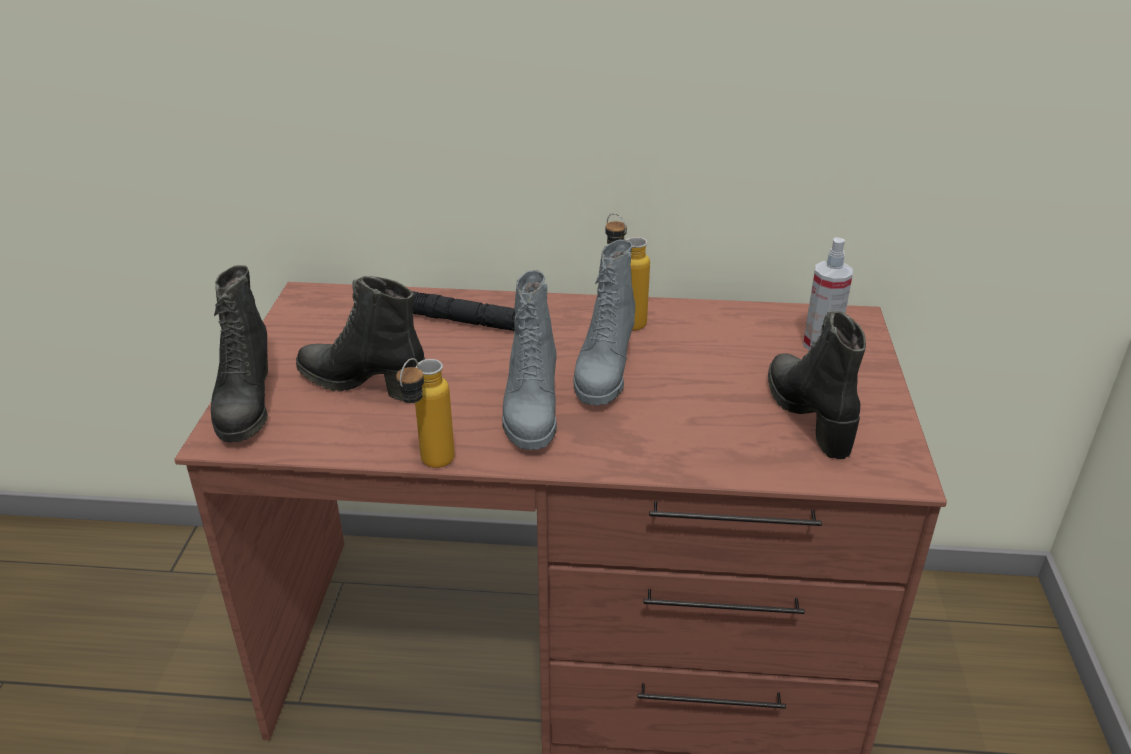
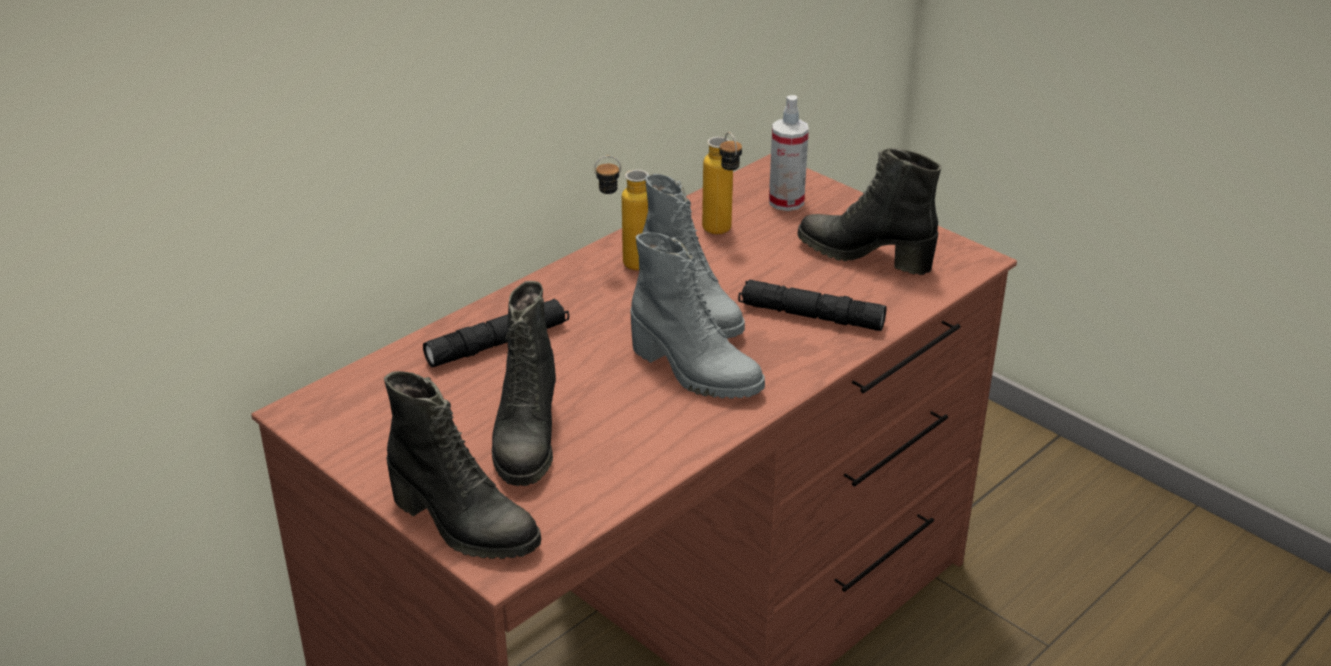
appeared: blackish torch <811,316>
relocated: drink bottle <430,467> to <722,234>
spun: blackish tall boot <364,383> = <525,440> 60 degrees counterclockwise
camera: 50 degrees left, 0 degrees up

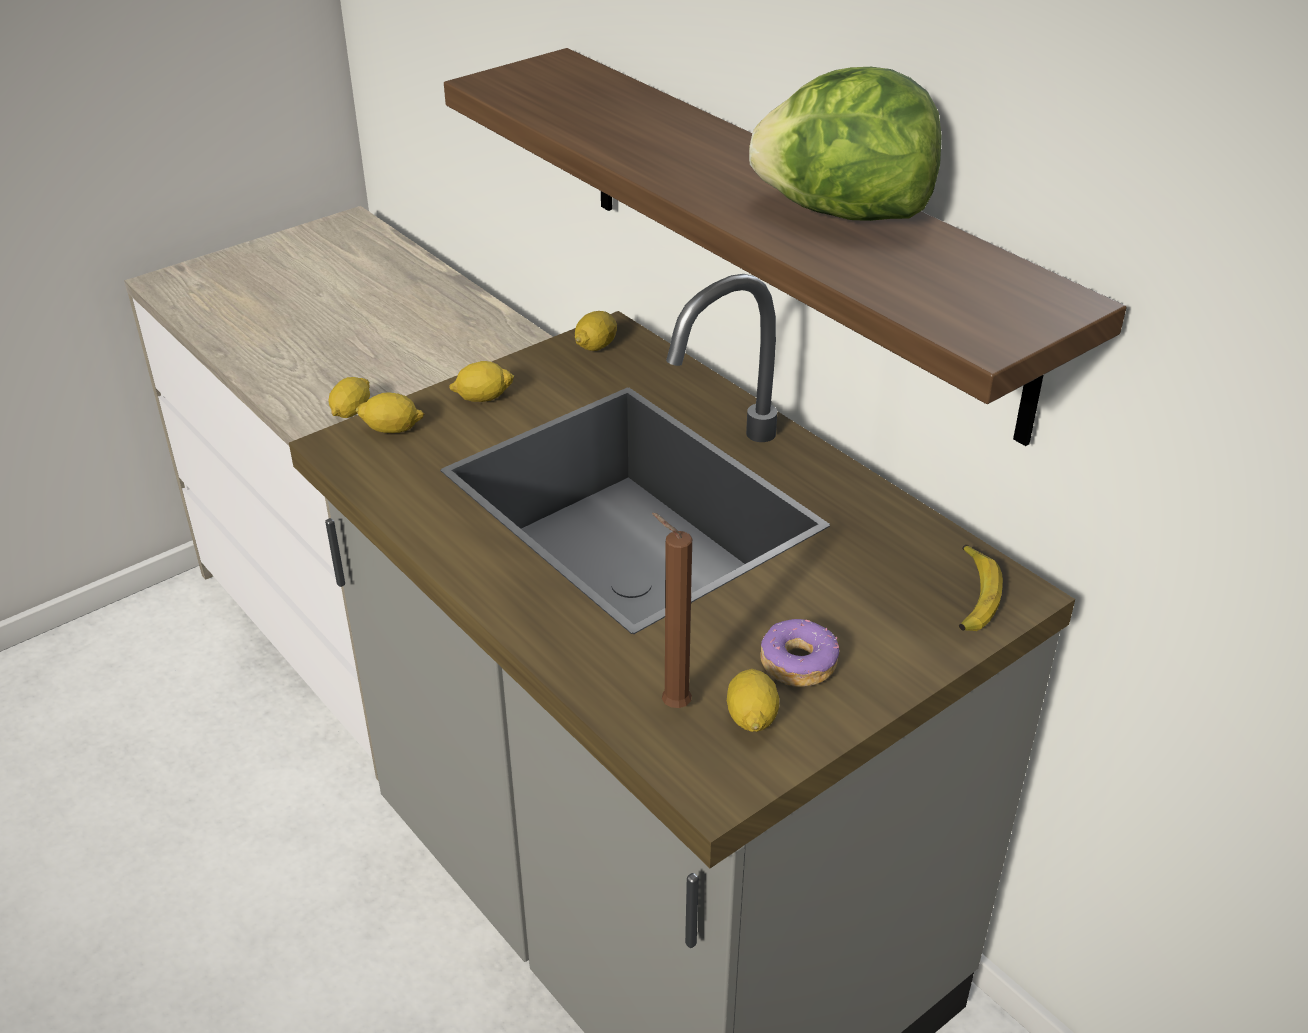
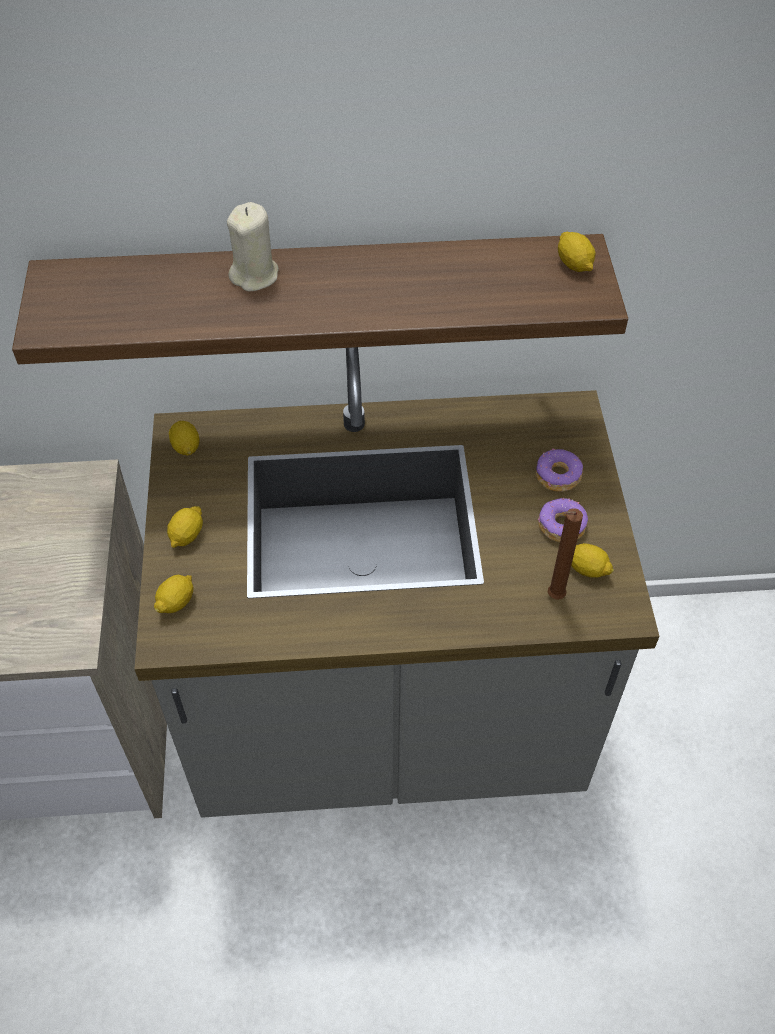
missing: lettuce head <844,213>; banana fruit <973,597>
appeared: beige candle <255,275>; doughnut <557,476>
relocated: whole lemon <351,411> to <574,264>
camera: 55 degrees left, 15 degrees up

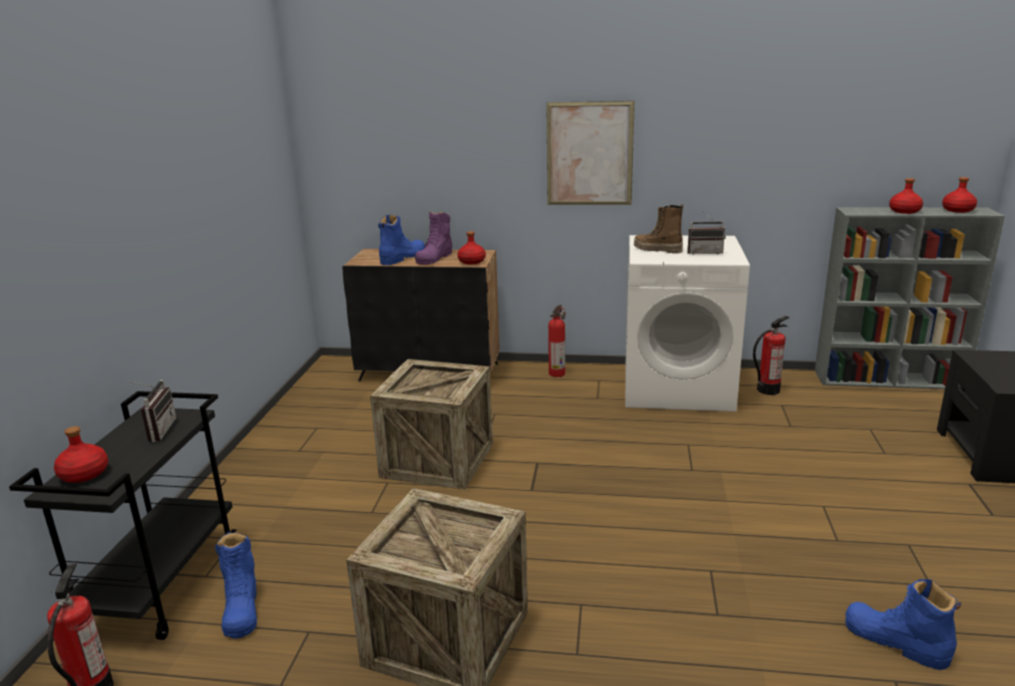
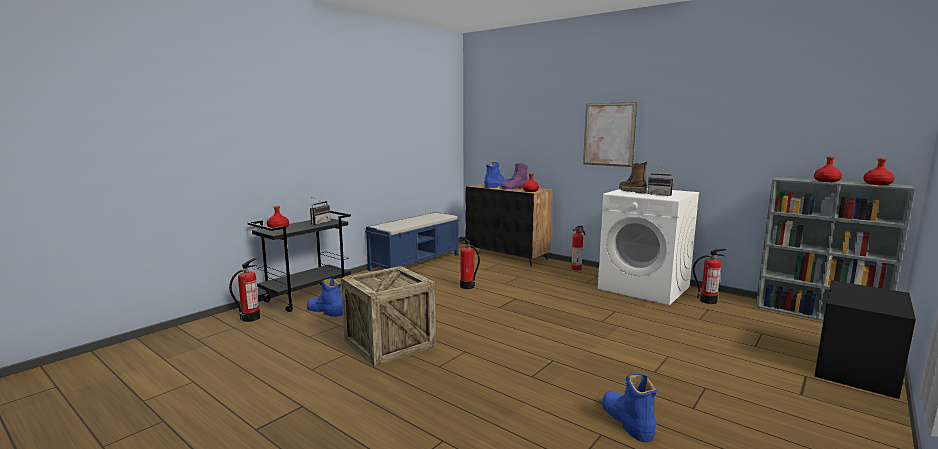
appeared: blue-coloured indoor bench <416,262>
exchanged: shipping crate <437,460> to fire extinguisher <467,286>
spun: blue-coloured tall boot <241,608> = <325,311> 105 degrees clockwise
camera: 30 degrees right, 10 degrees down

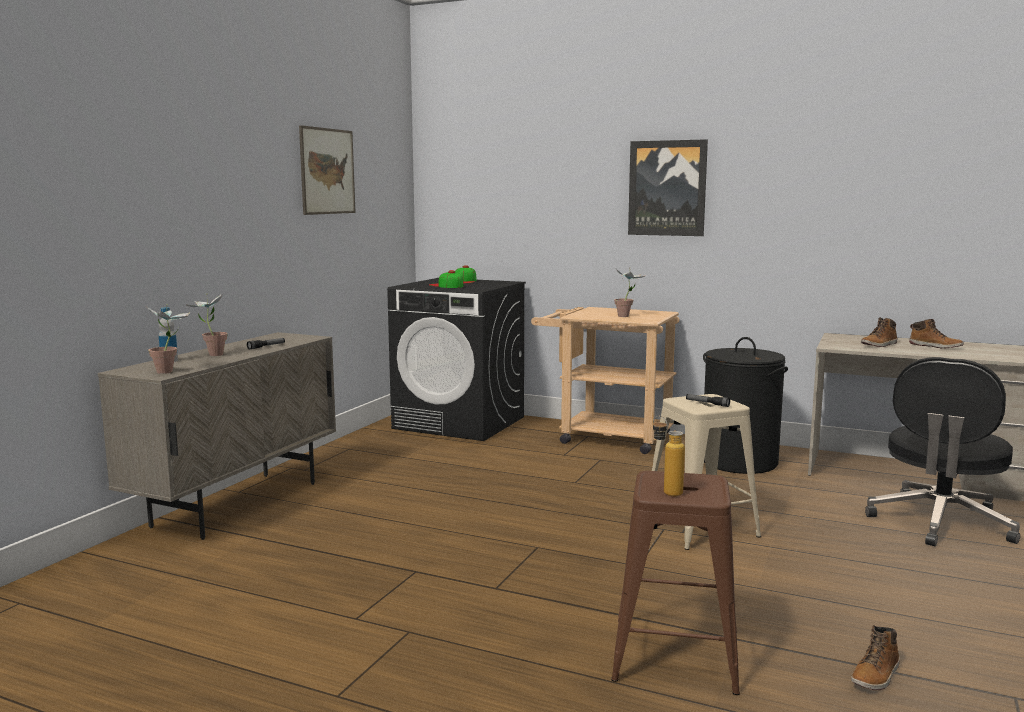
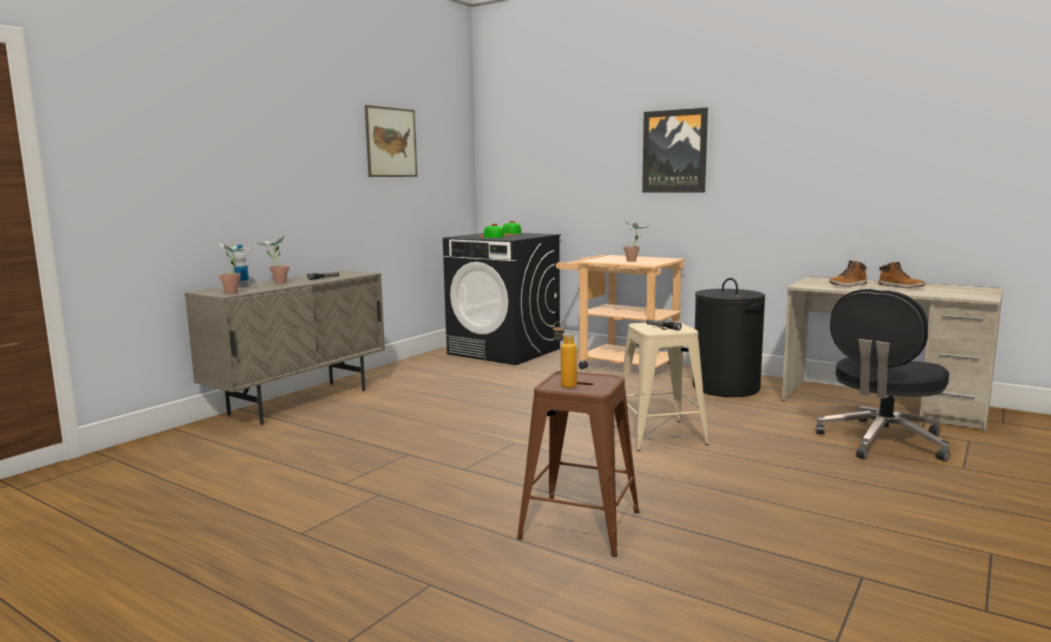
missing: tall boot <876,675>
camera: 10 degrees right, 0 degrees up

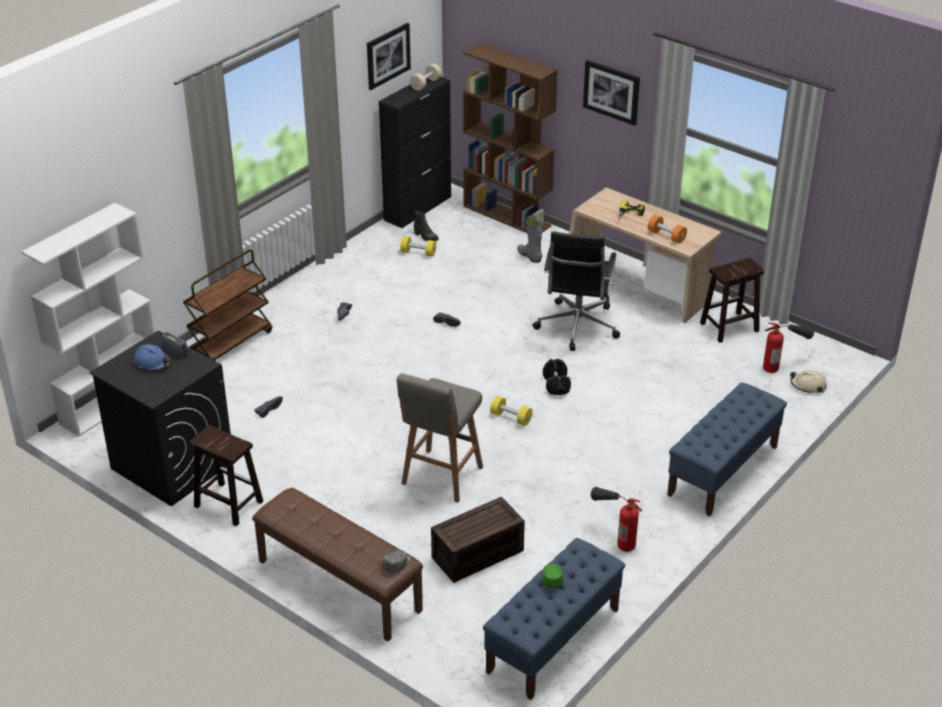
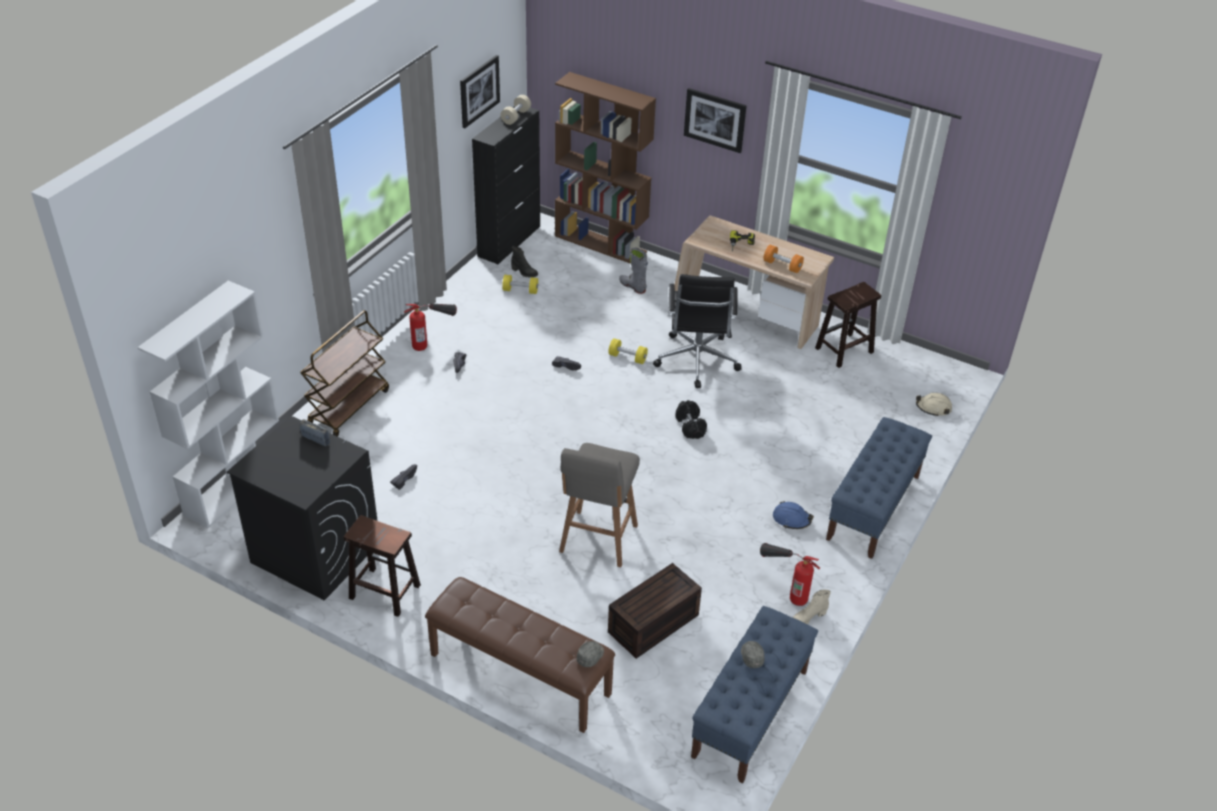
appeared: beige tall boot <808,617>
relocated: fire extinguisher <783,364> to <432,341>; yellowish hand weight <511,417> to <627,357>; blue-coloured hard hat <152,363> to <791,519>
colour: greenish cap <552,579> to gray cap <751,656>
camera: 10 degrees left, 5 degrees up

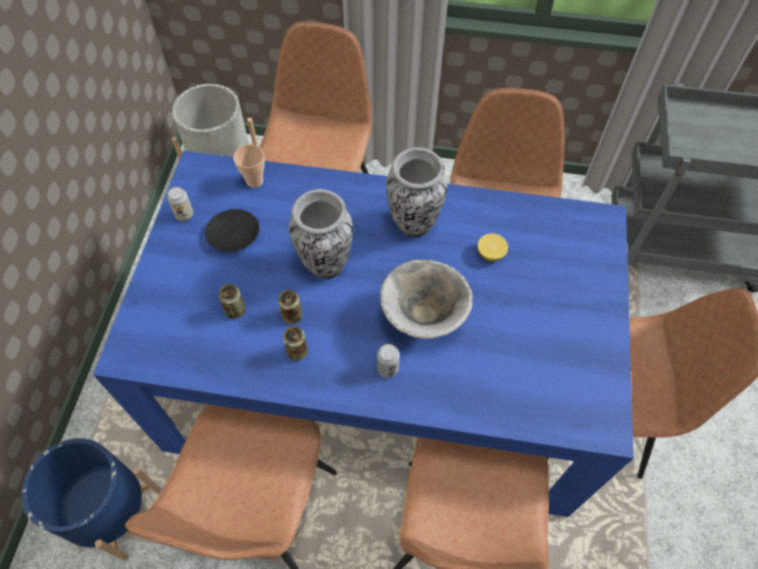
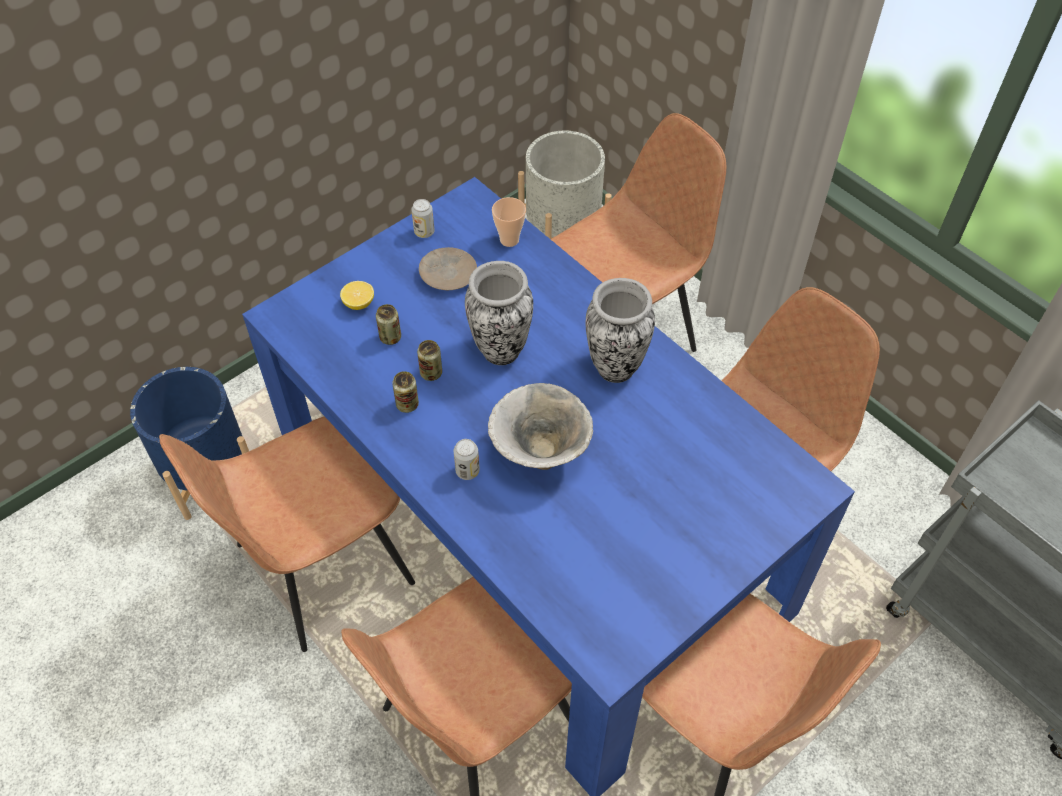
relocated: whole lemon <490,253> to <359,303>
colour: blackish flat dish <233,234> to beige flat dish <448,274>
camera: 40 degrees right, 5 degrees down

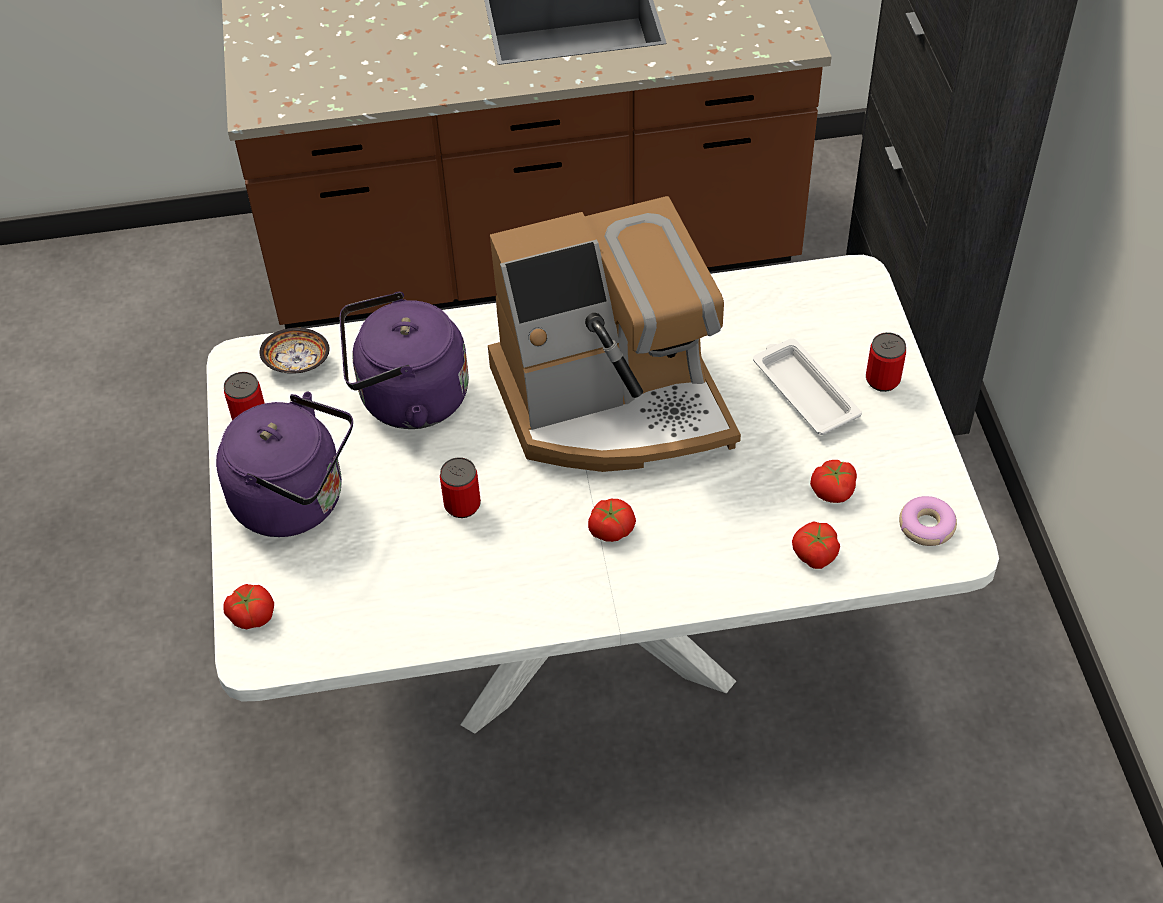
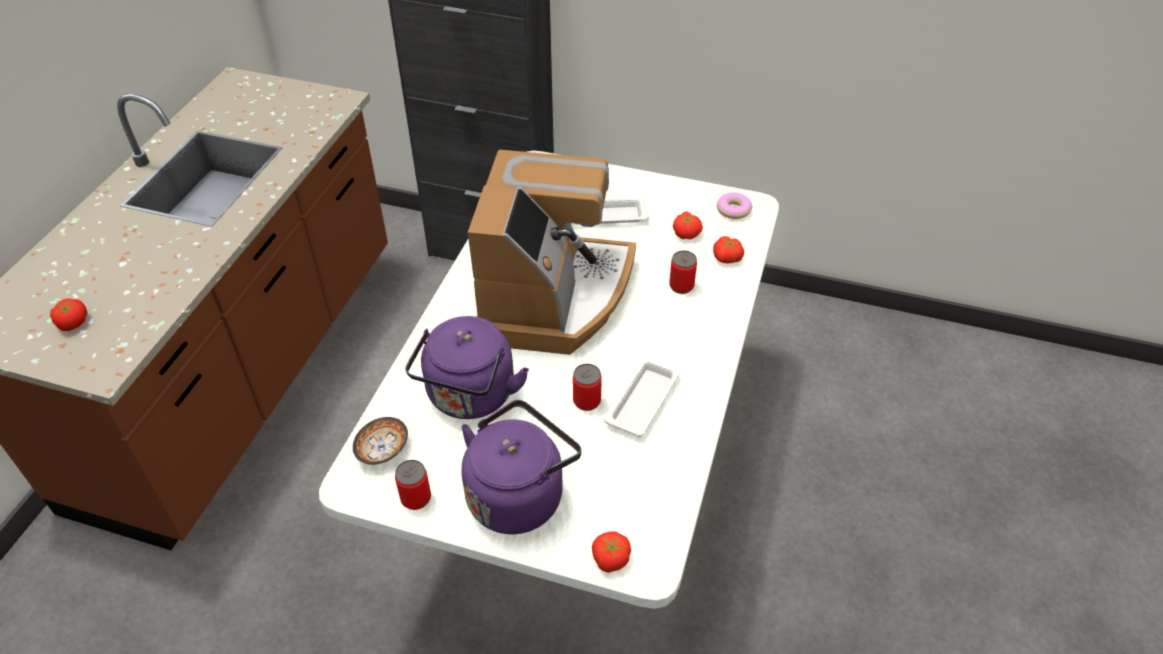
appeared: white-coloured tray <643,399>
relocated: whole tomato <610,528> to <72,322>; sealed can <882,380> to <681,286>
camera: 65 degrees left, 5 degrees down

